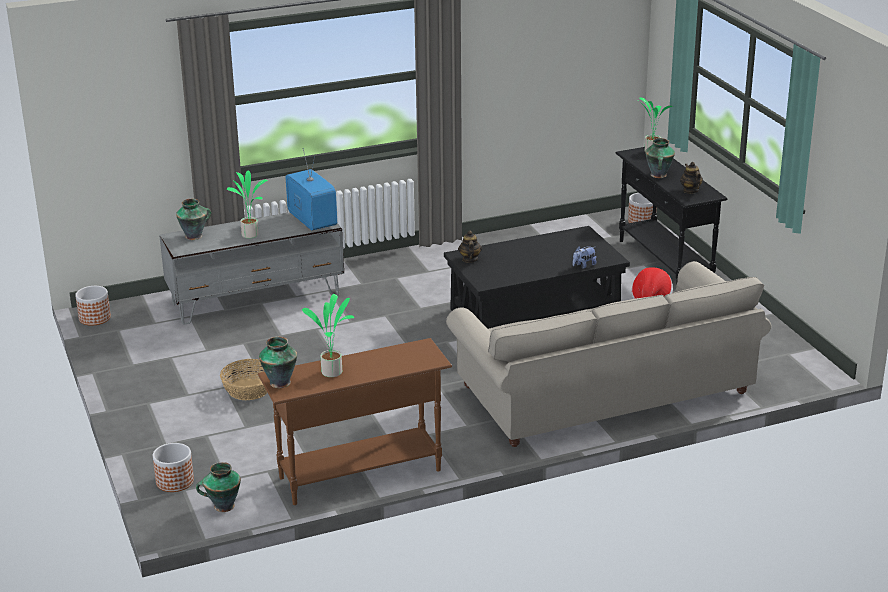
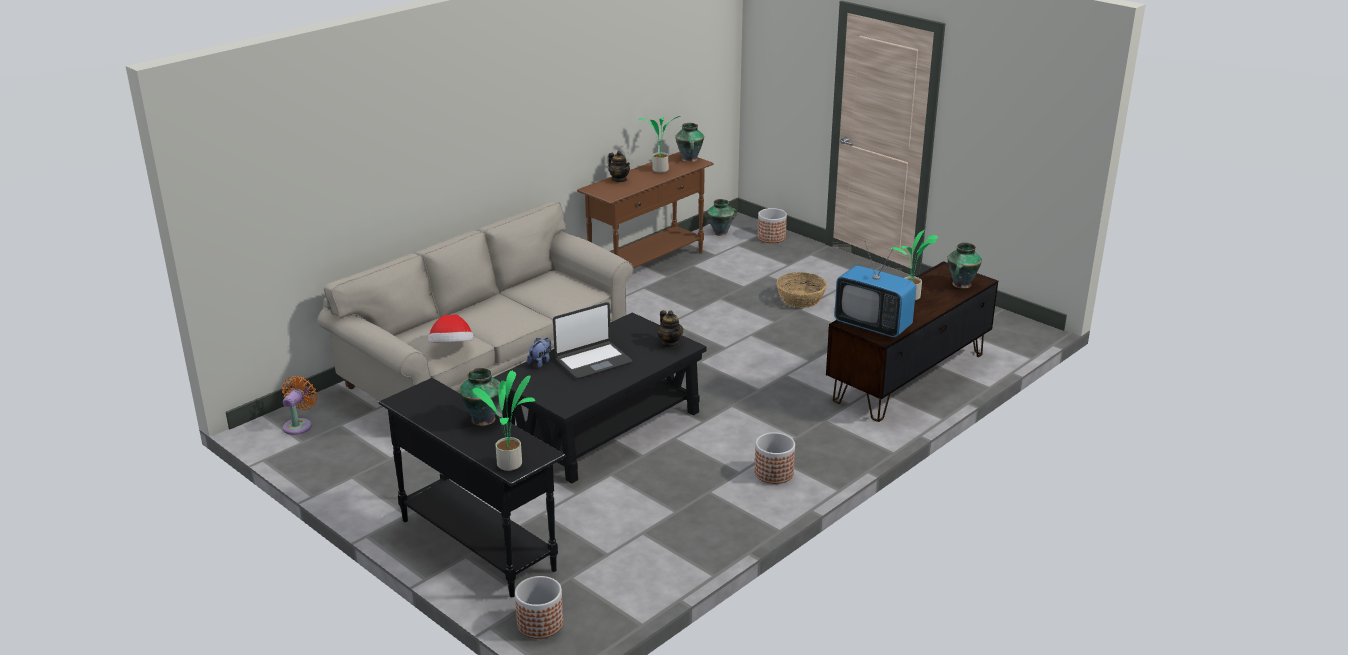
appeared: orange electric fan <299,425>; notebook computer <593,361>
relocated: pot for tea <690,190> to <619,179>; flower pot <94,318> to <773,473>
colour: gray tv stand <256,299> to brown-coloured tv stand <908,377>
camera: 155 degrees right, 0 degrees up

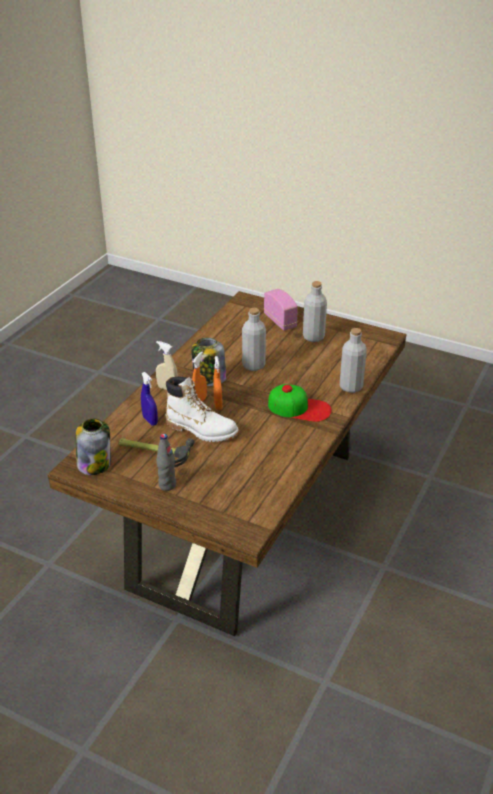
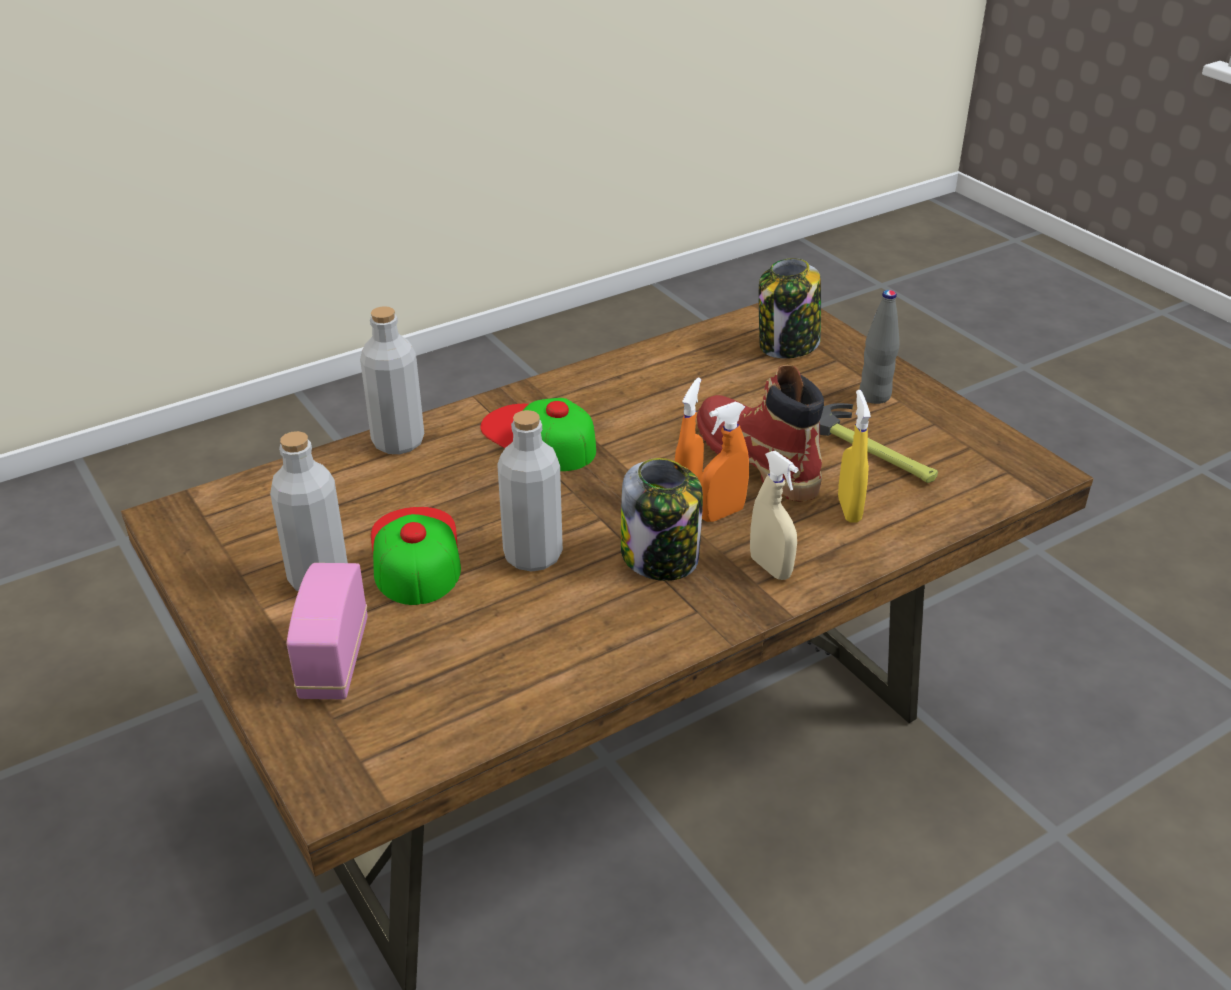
appeared: cap <415,554>
relocated: storage jar <94,464> to <788,345>
colour: white-coloured tall boot <201,429> to red tall boot <756,460>; blue-coloured spray bottle <150,420> to yellowish spray bottle <849,509>
camera: 150 degrees left, 0 degrees up

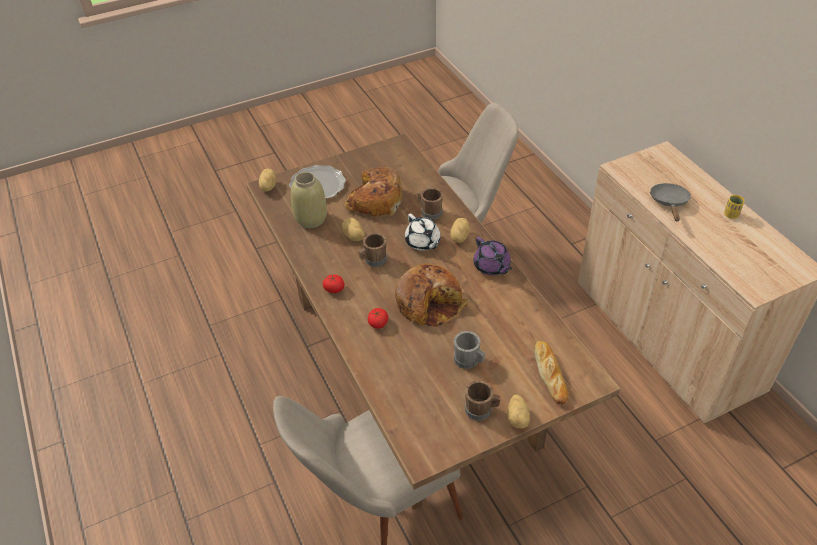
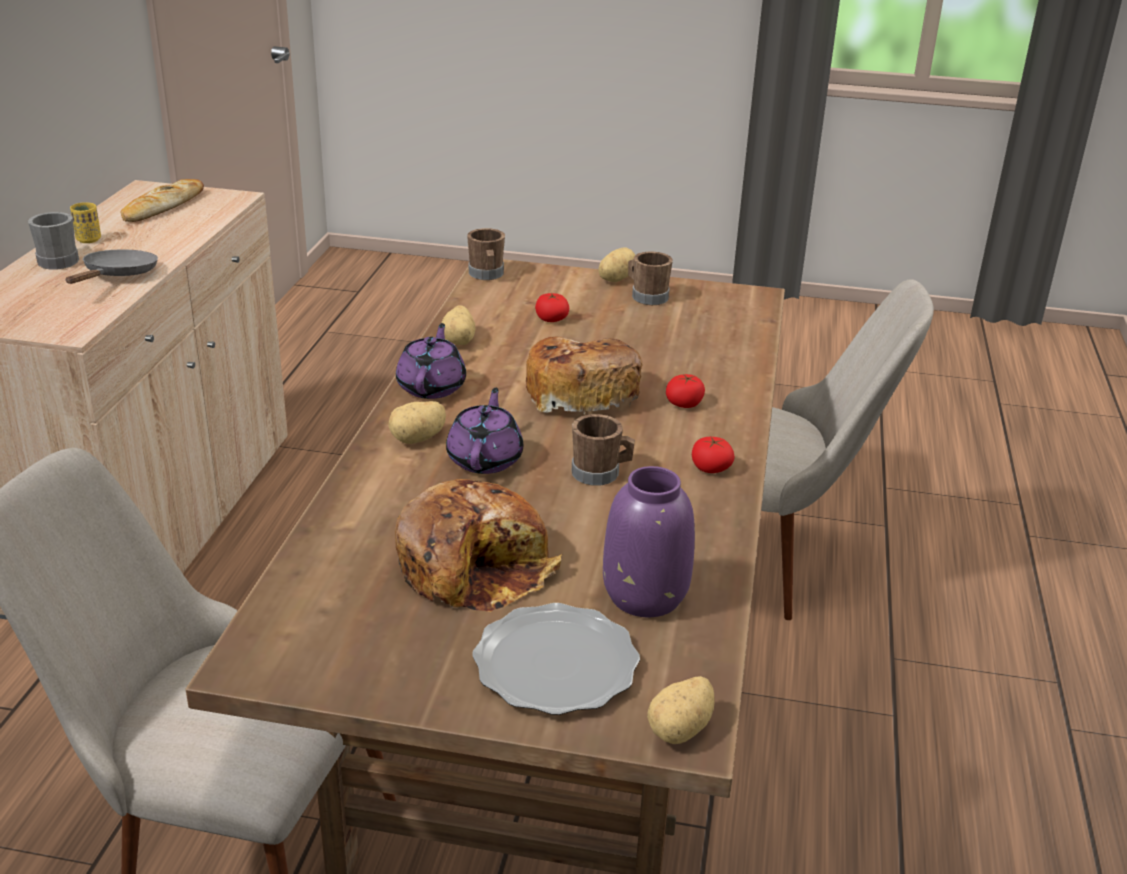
appeared: whole tomato <551,318>
relocated: gray mug <469,361> to <58,260>; bakery bread <550,374> to <163,207>; spud <353,237> to <460,340>; brown-coloured mug <429,212> to <487,275>
colour: white-coloured pot for tea <423,242> to purplish pot for tea <485,459>; beige vase <311,219> to purplish vase <645,595>
spun: gray frying pan <669,202> = <117,275> 150 degrees clockwise
camera: 145 degrees left, 15 degrees down

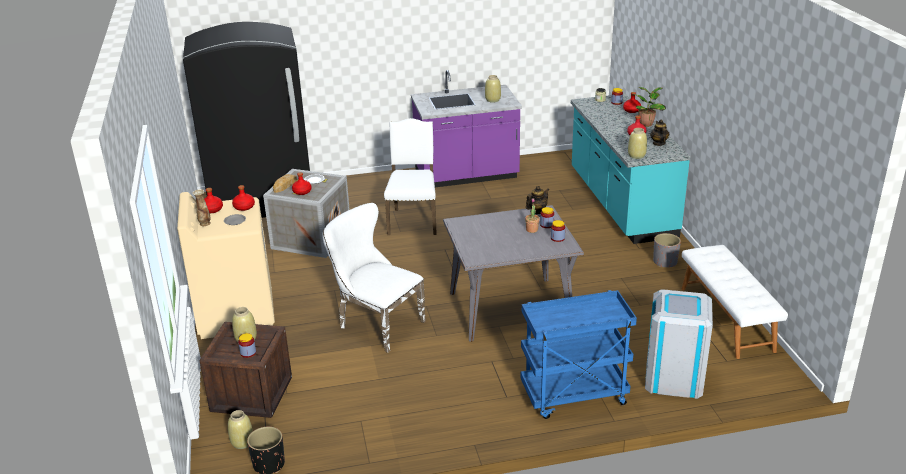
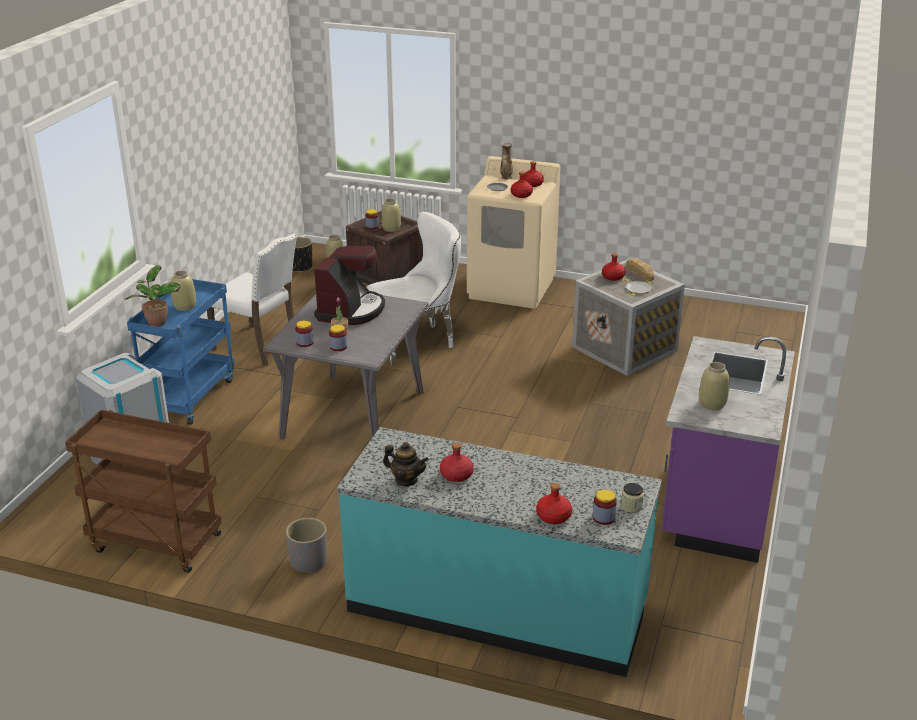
missing: blackish kitchen fridge <262,202>; pot for tea <537,211>
appeared: coffee machine <351,310>
relocated: potted plant <647,124> to <156,323>; beige vase <636,155> to <185,307>; white-coloured plain chair <413,221> to <259,346>
exchanged: white-coloured indoor bench <727,319> to brown-coloured trolley <154,543>
camera: 120 degrees right, 0 degrees up

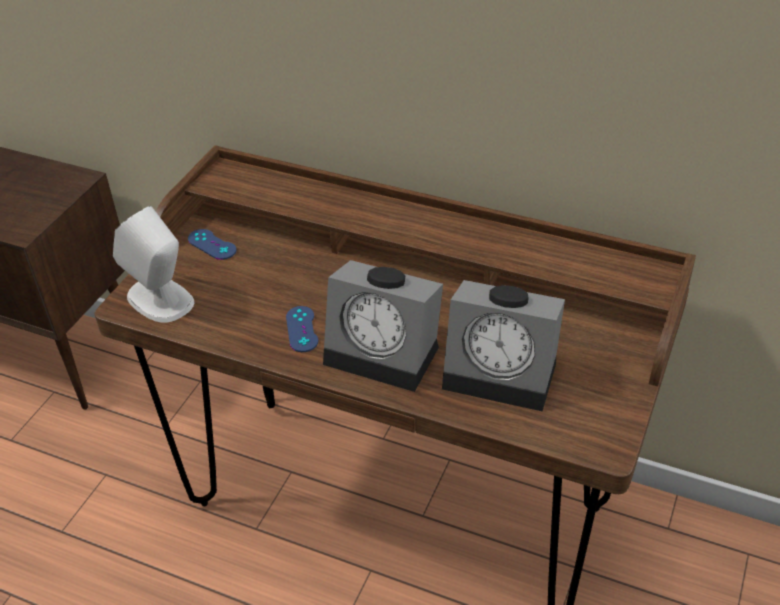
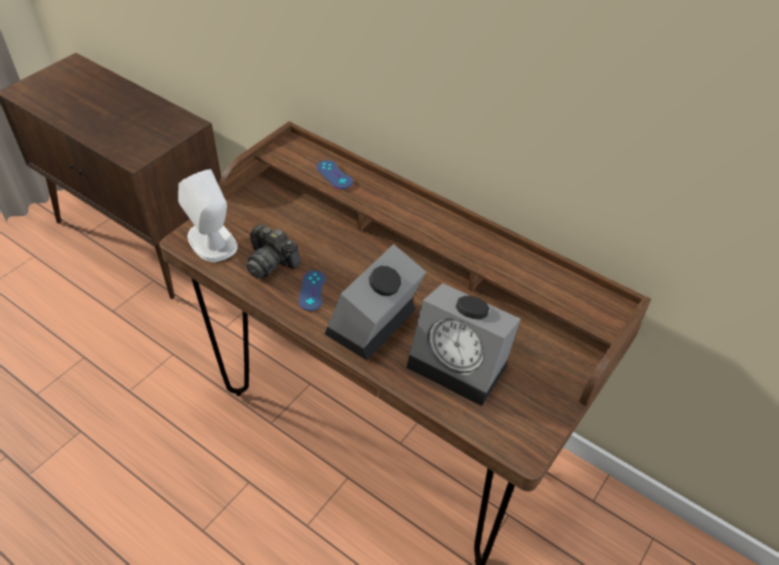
appeared: still camera <271,262>
relocated: blue-coloured game controller <212,244> to <334,174>
spun: table clock <387,353> = <372,326> 90 degrees clockwise
camera: 10 degrees right, 5 degrees up

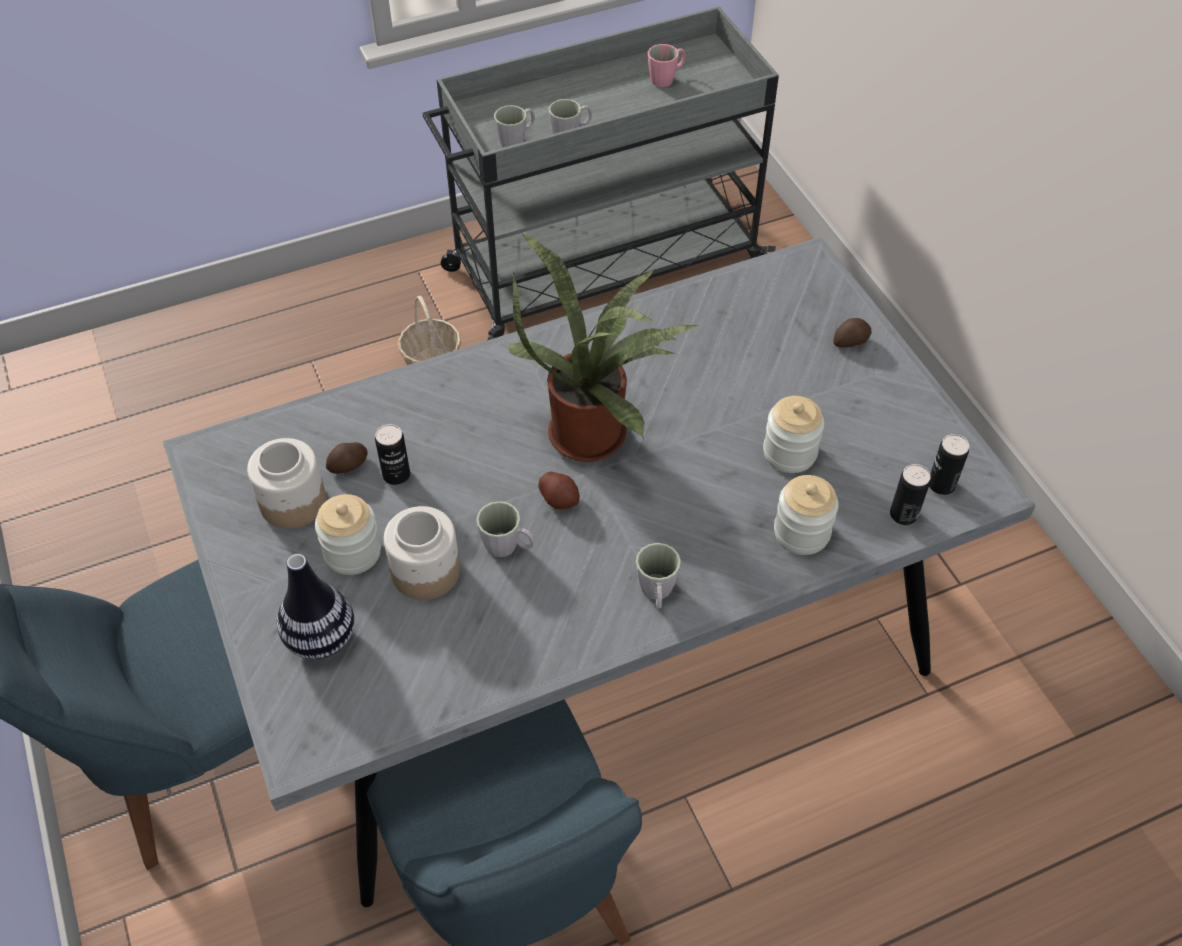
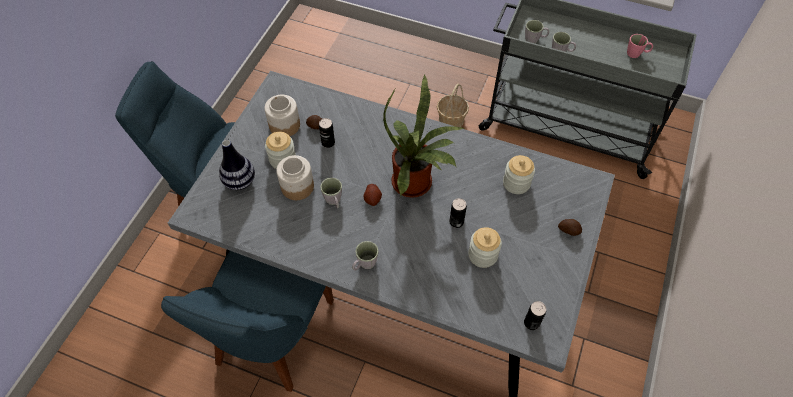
relocated: sealed can <903,514> to <456,222>; storage jar <801,532> to <516,183>
camera: 45 degrees right, 5 degrees up

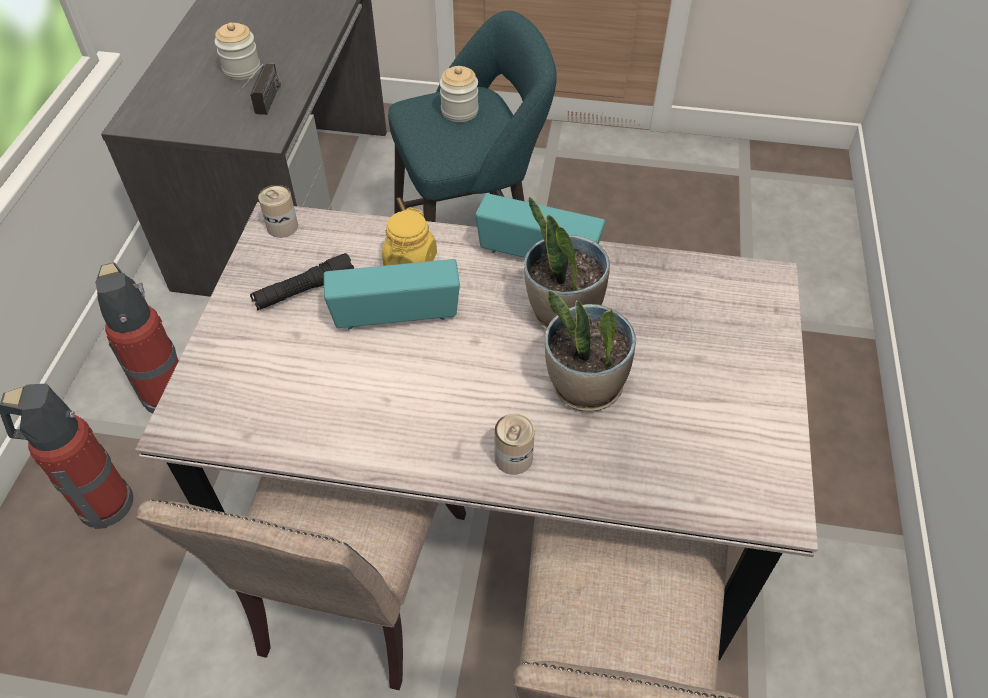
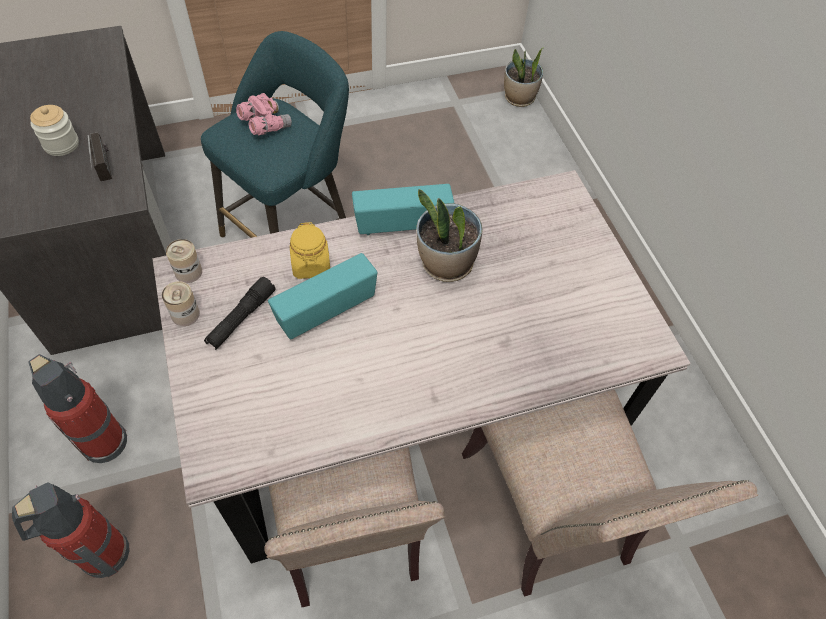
relocated: sealed can <513,458> to <185,314>; potted plant <584,387> to <519,98>
exchanged: storage jar <459,111> to pink-coloured pair of binoculars <264,125>
camera: 30 degrees left, 5 degrees up

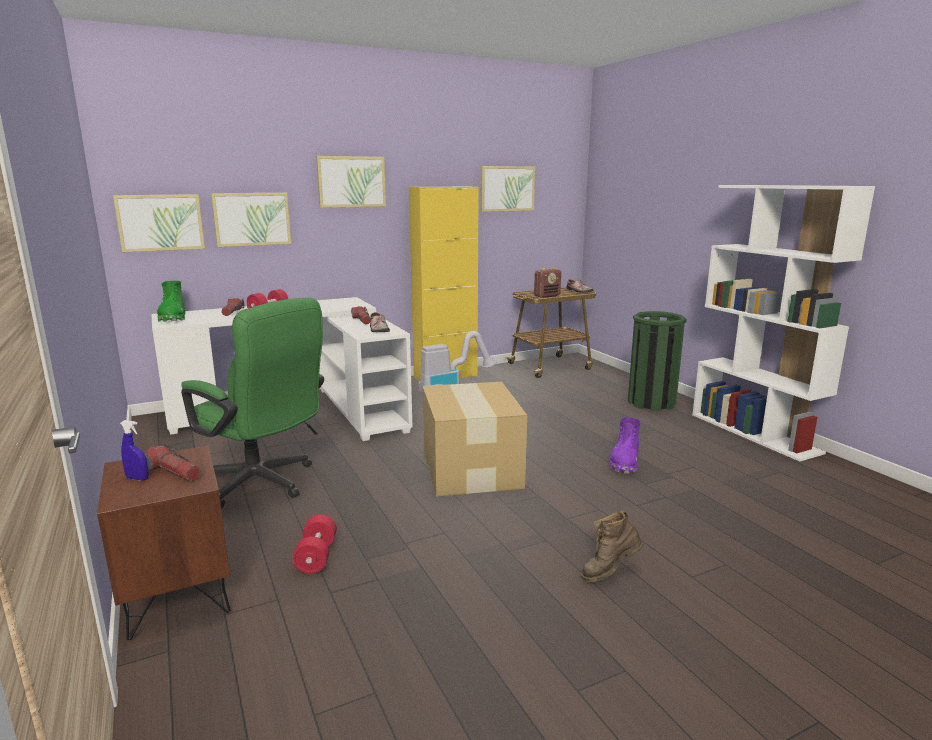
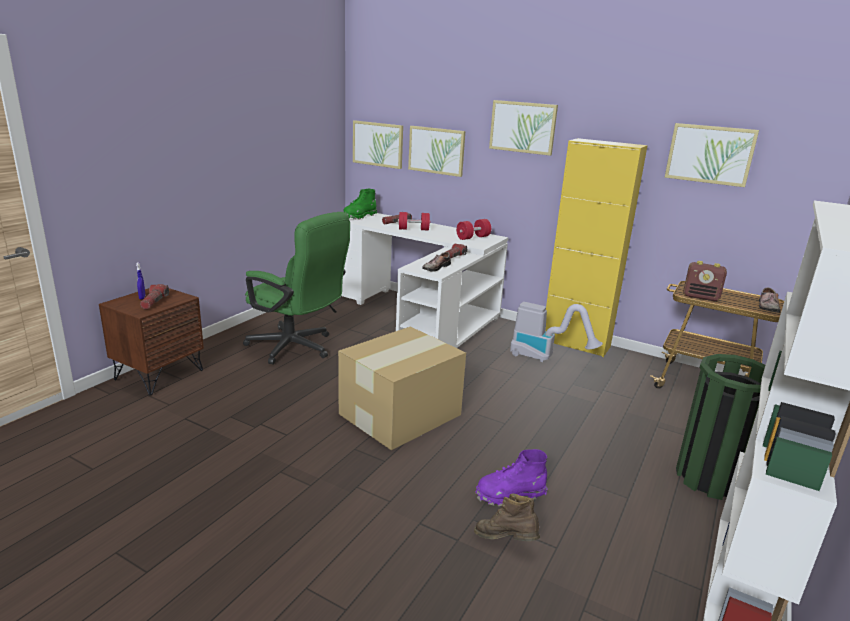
relocated: red hand weight <316,557> to <473,237>; brown-coloured tall boot <609,571> to <505,542>
spun: greenish computer chair <263,484> = <297,348> 60 degrees counterclockwise
camera: 55 degrees right, 5 degrees up

